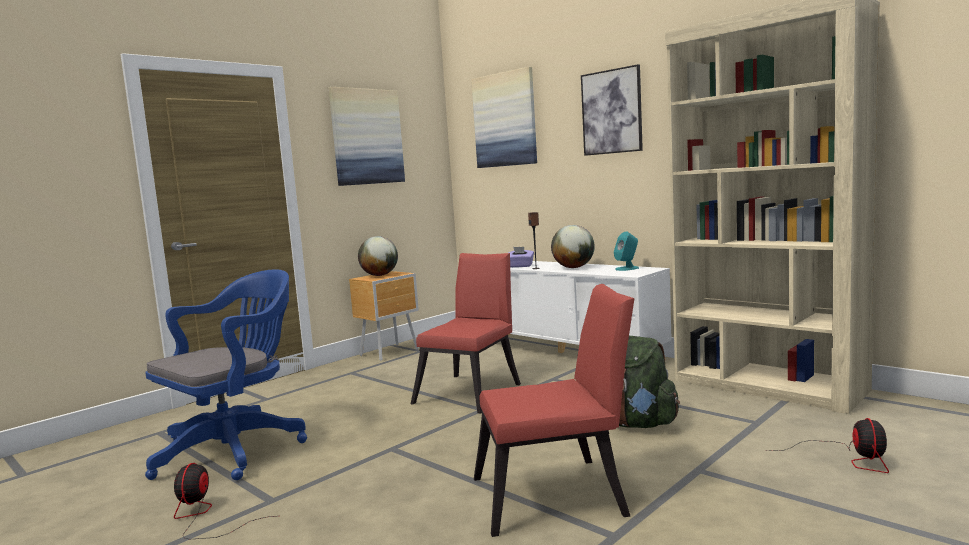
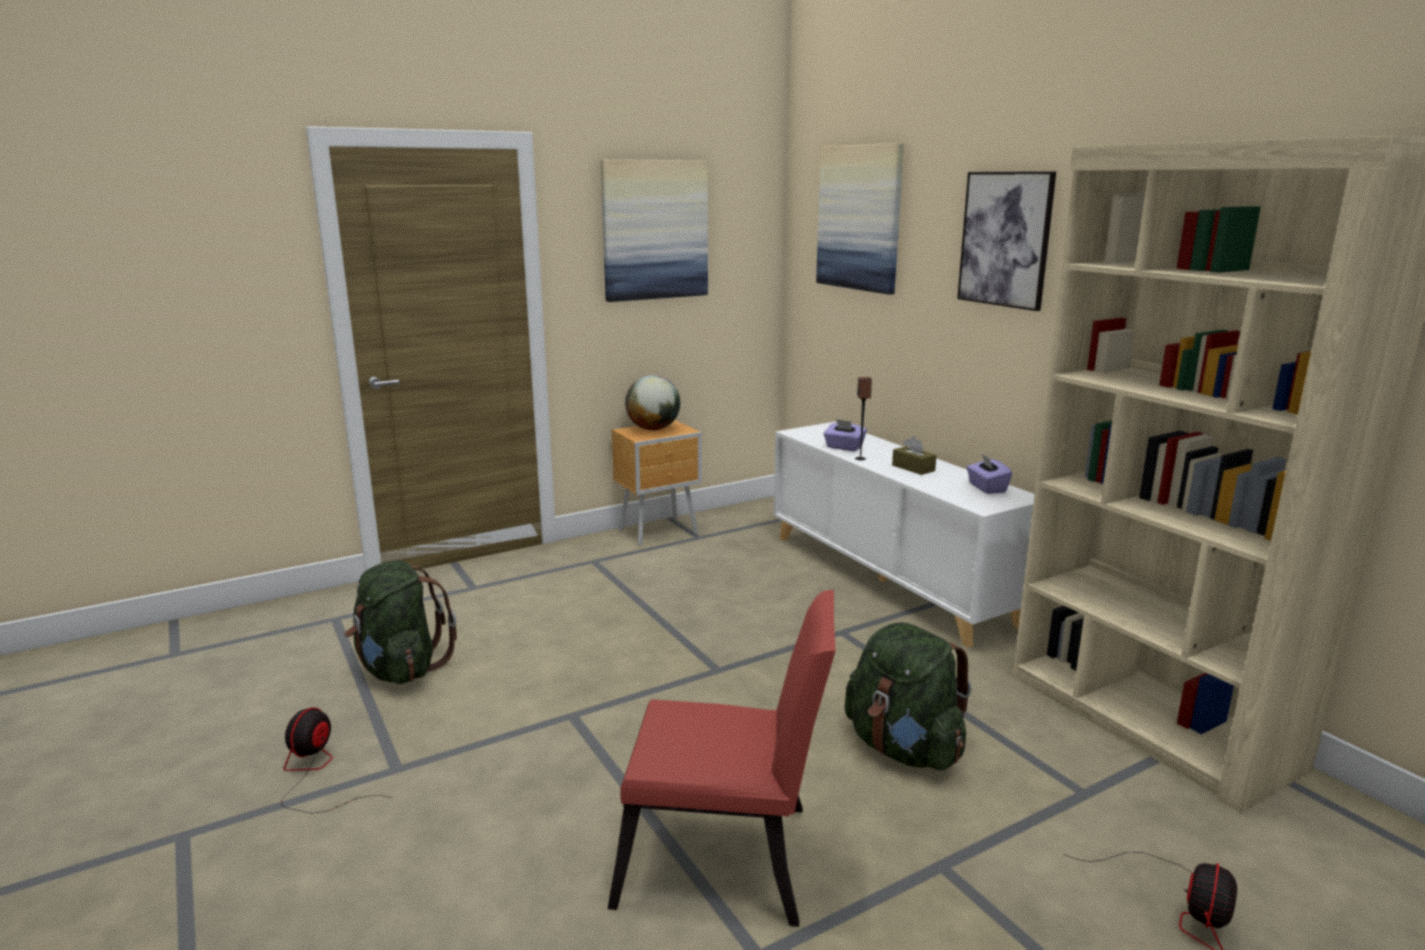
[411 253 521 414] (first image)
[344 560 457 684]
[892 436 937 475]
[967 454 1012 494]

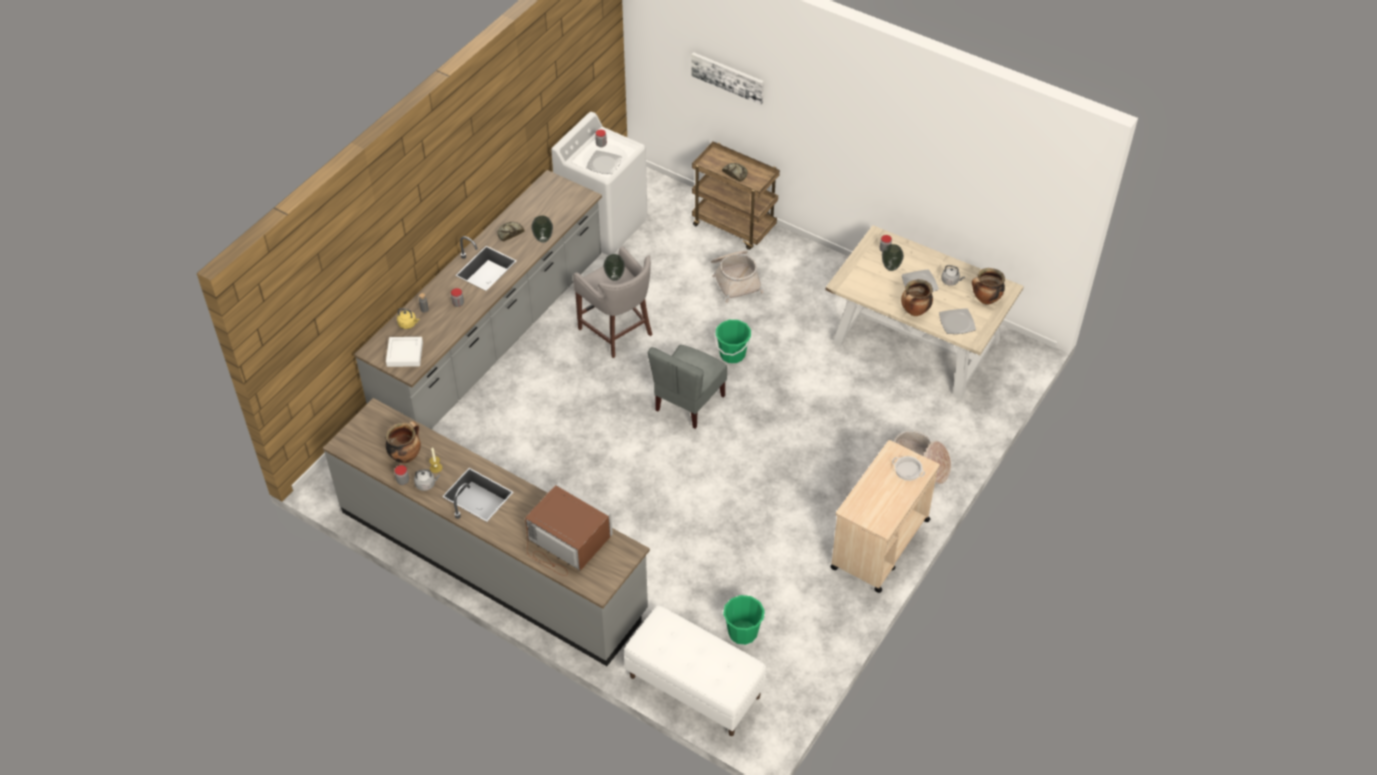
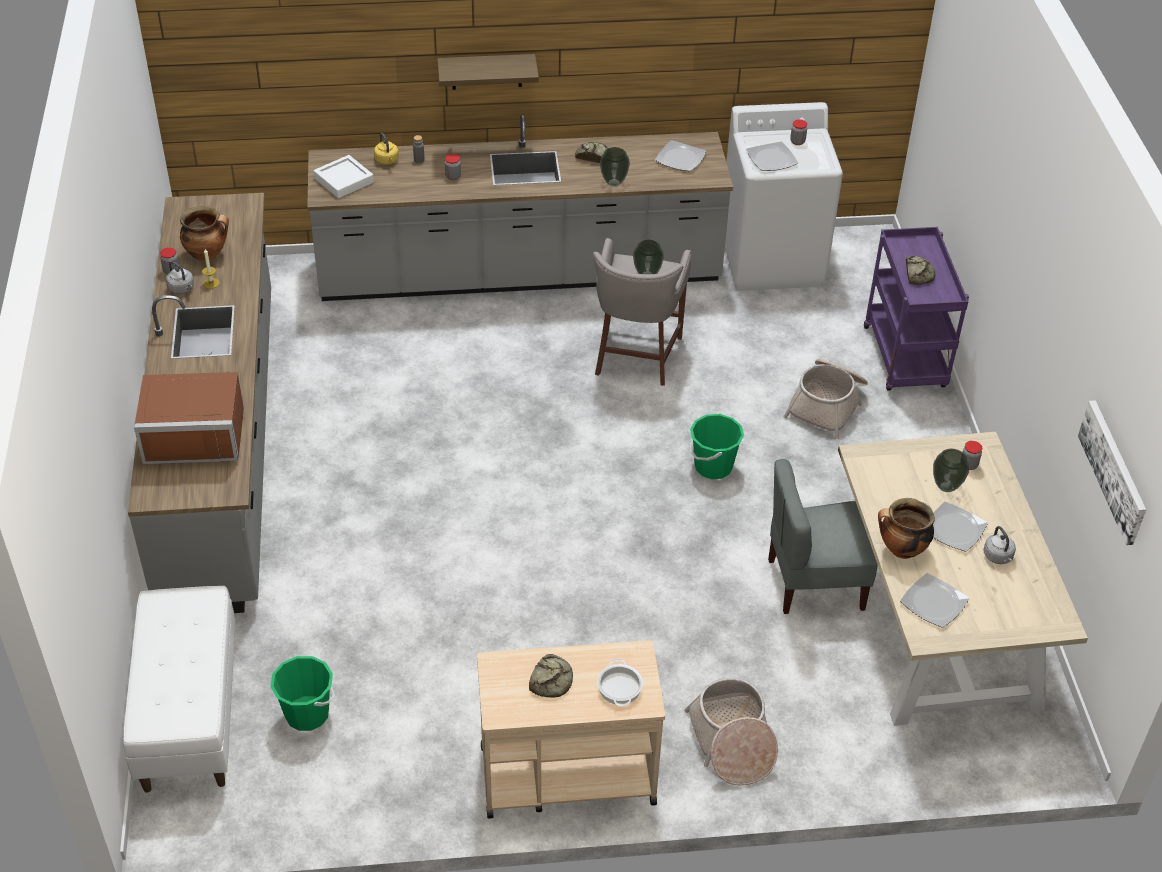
[972 268 1005 305] (first image)
[437 54 539 90]
[529 654 573 697]
[655 140 706 171]
[768 459 878 614]
[1078 400 1146 545]
[864 227 969 391]
[134 372 244 464]

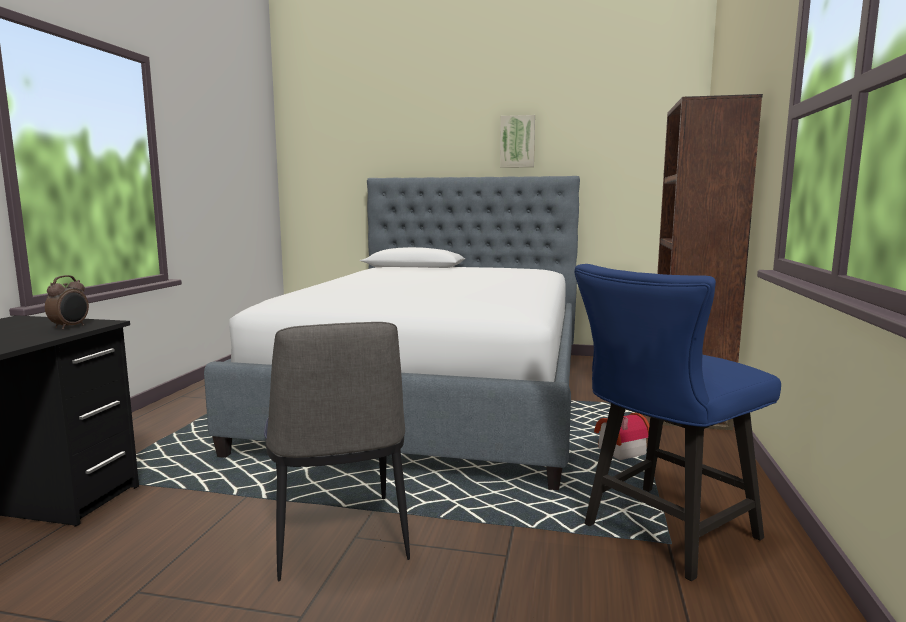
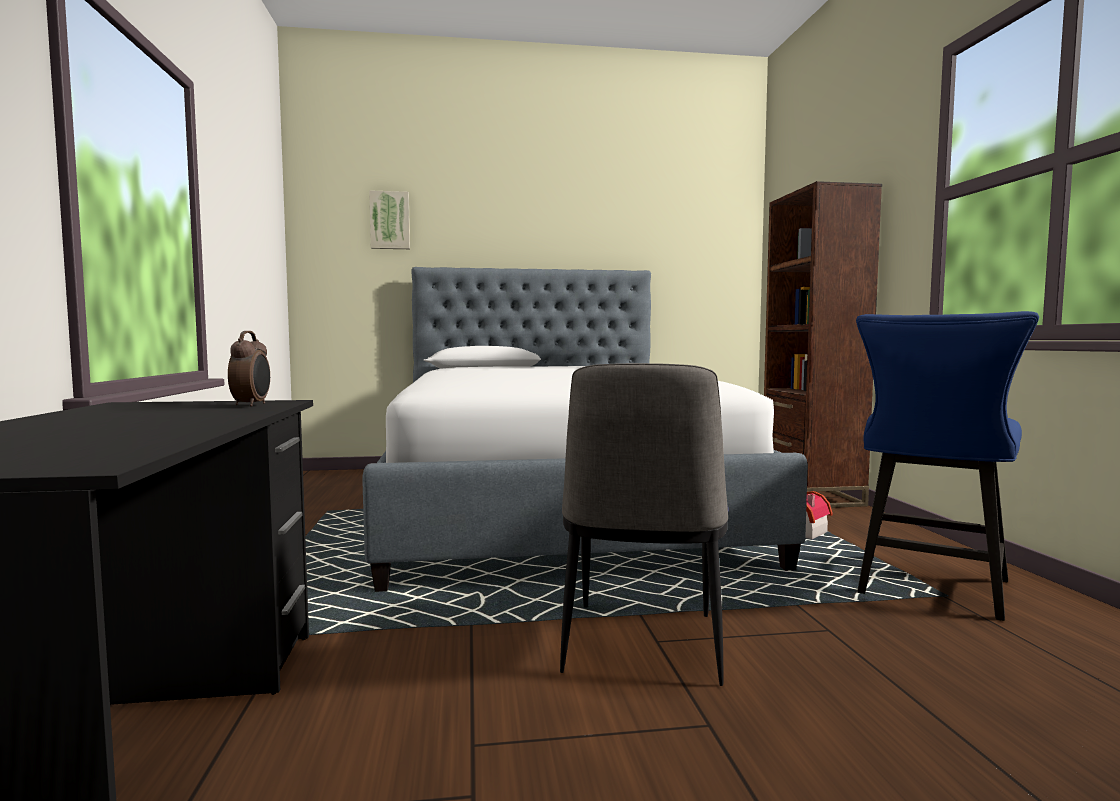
[369 190 410 249]
[560 363 729 686]

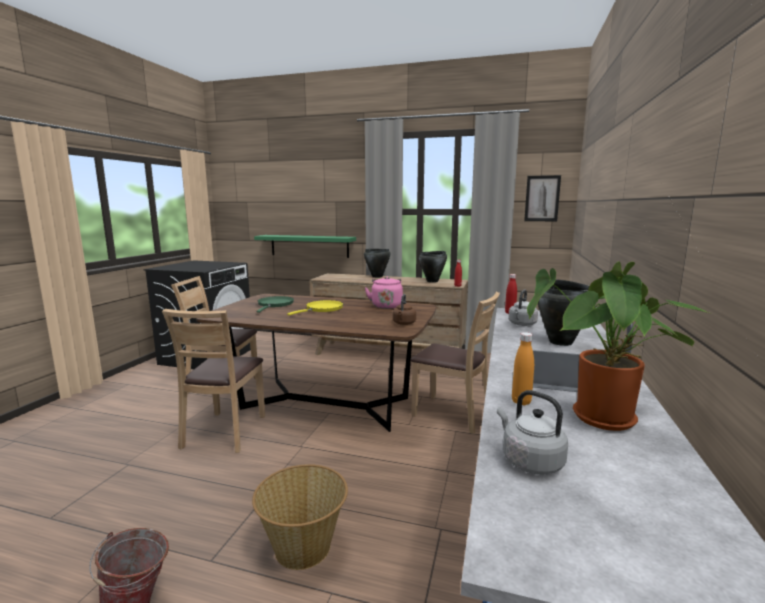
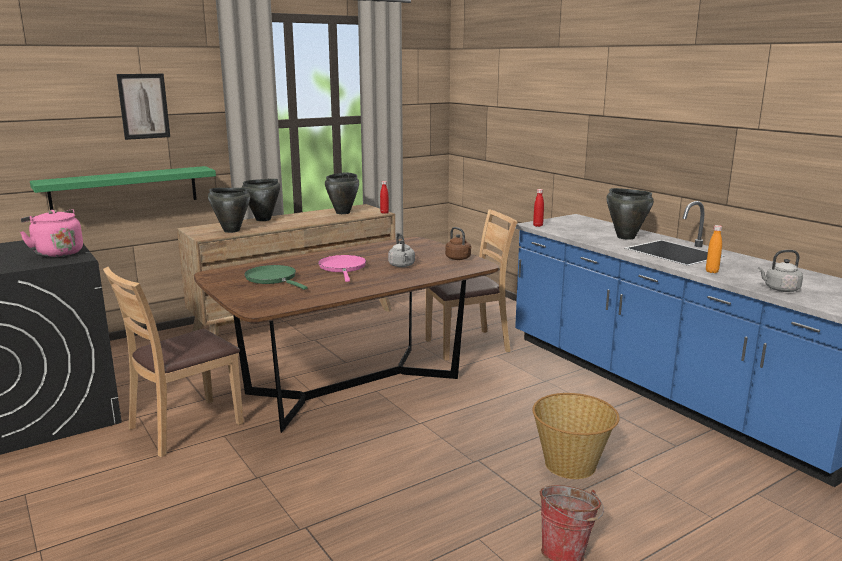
[162 309 265 453] (first image)
[527 261 709 431] (first image)
[208 188 250 233]
[20 209 83 257]
[388 233 415 267]
[117 74 170 140]
[318 255 366 282]

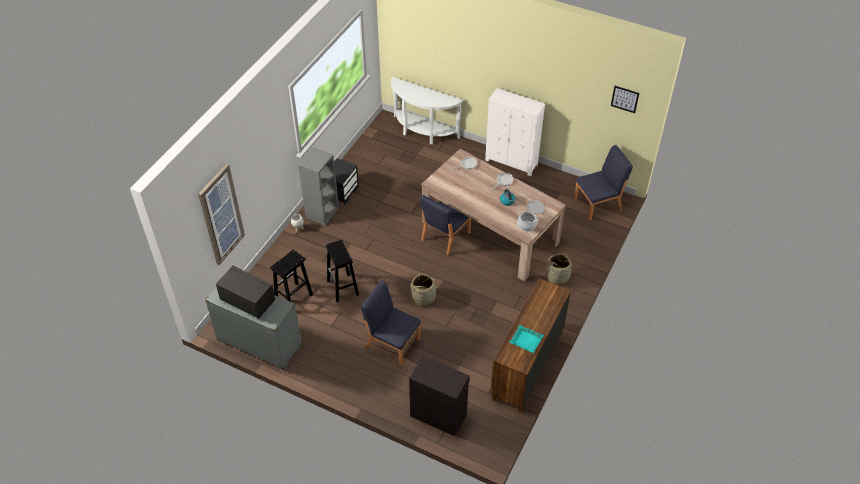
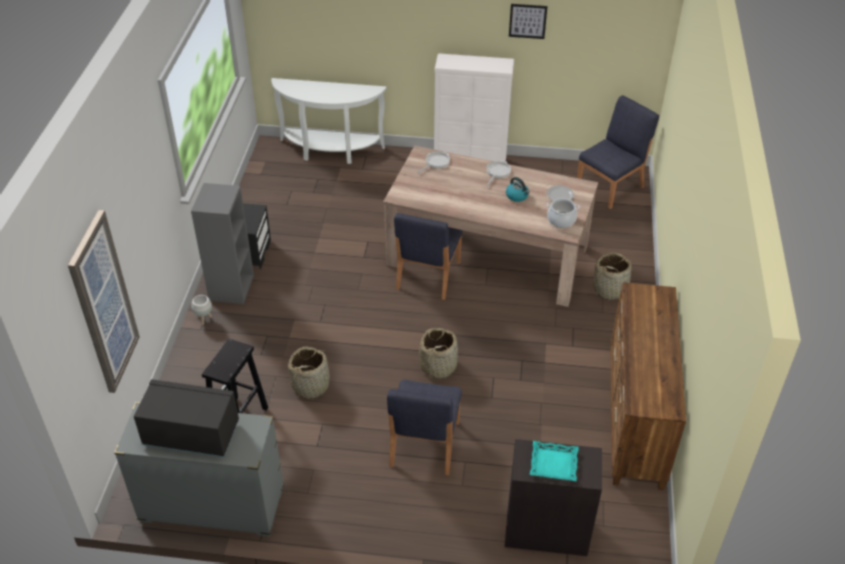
[530 441 579 481]
[509 4 548 39]
[288 347 330 399]
[387 380 462 475]

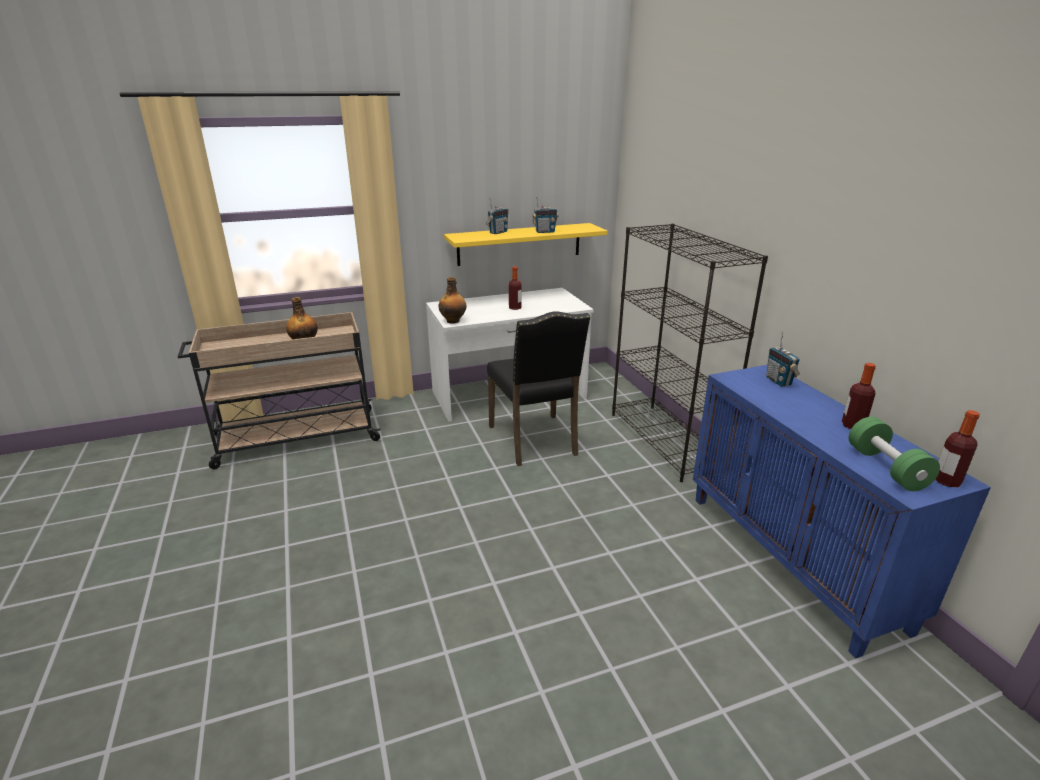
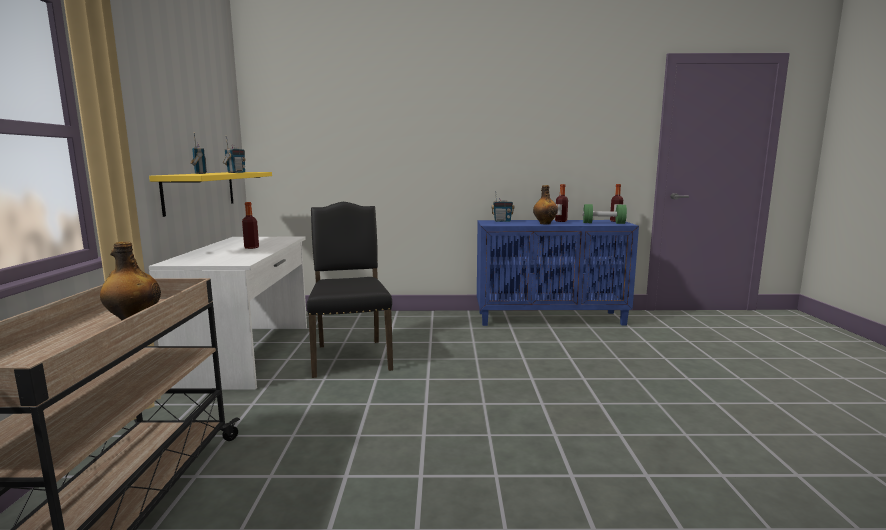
[612 223 768 482] (first image)
[533 185 558 225]
[307 202 393 378]

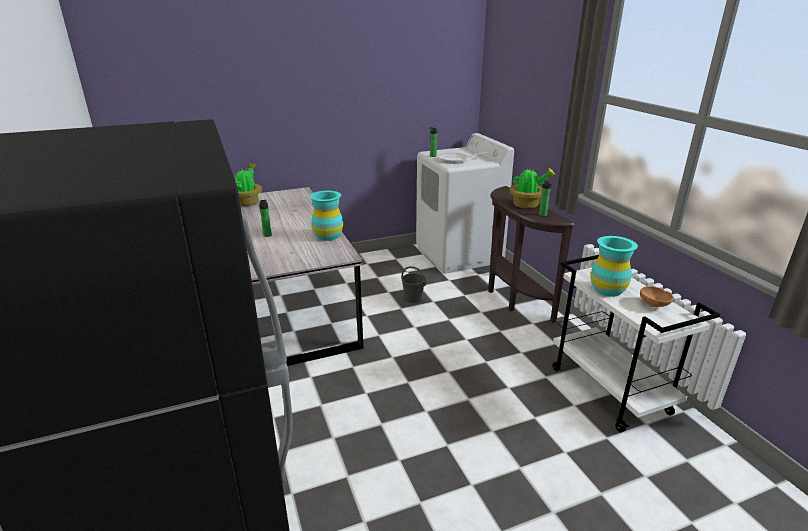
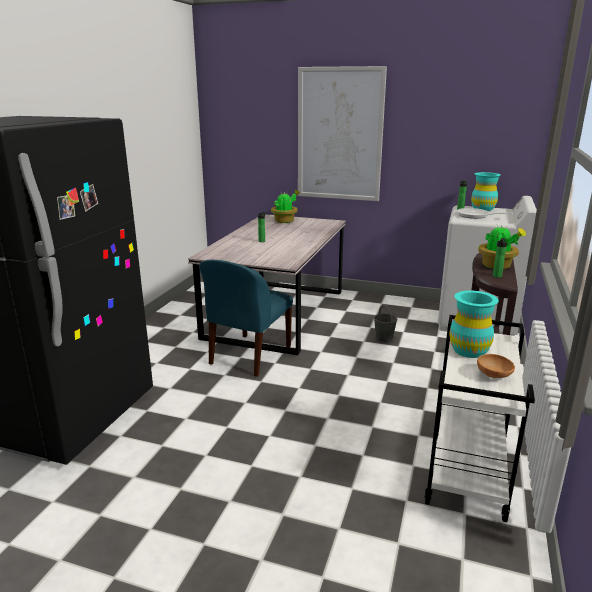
[199 260 293 377]
[298 66 387 201]
[471 172 501 211]

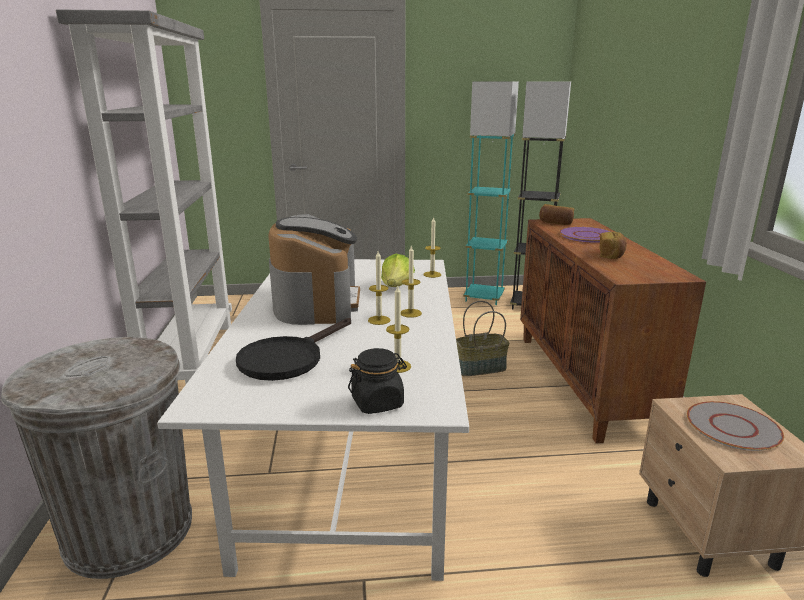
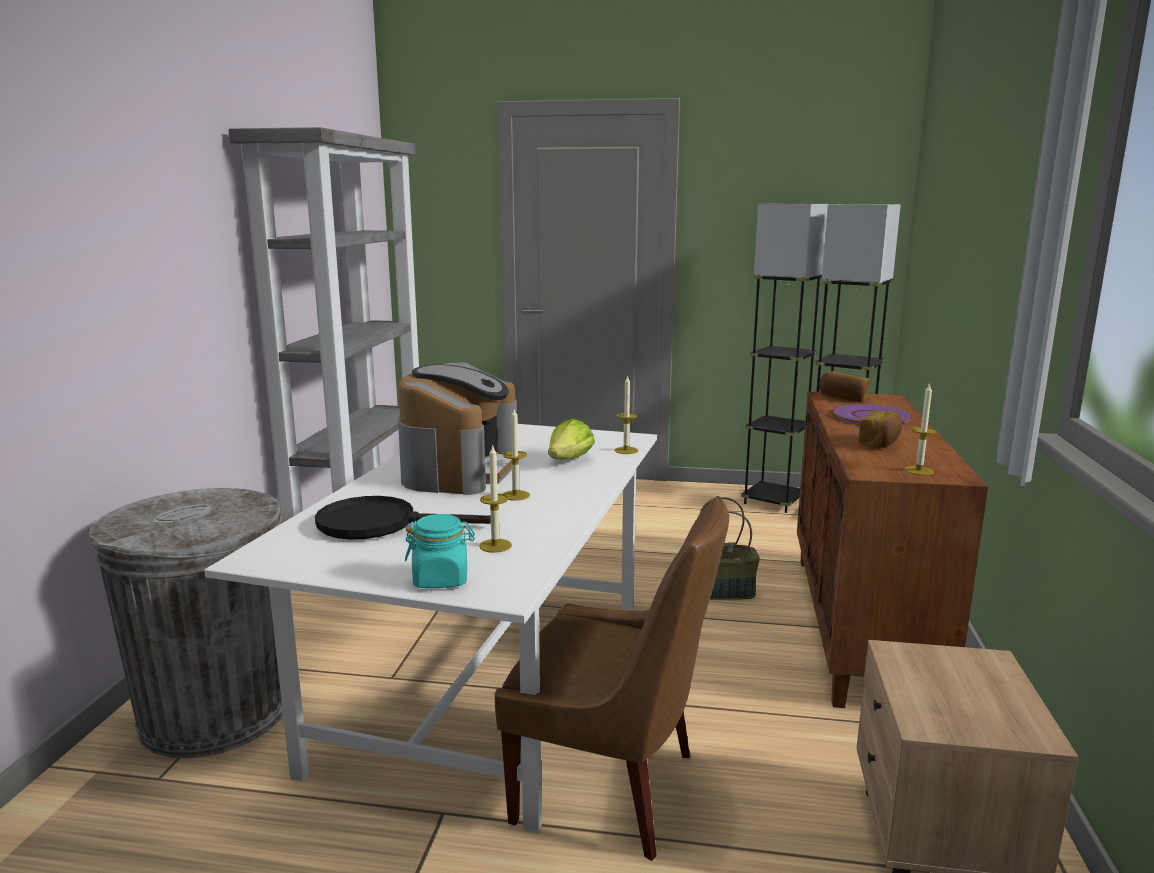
[687 401 784 451] (first image)
[495 496 729 861]
[904 383 937 475]
[405 514 475 588]
[741 204 828 513]
[315 496 491 540]

